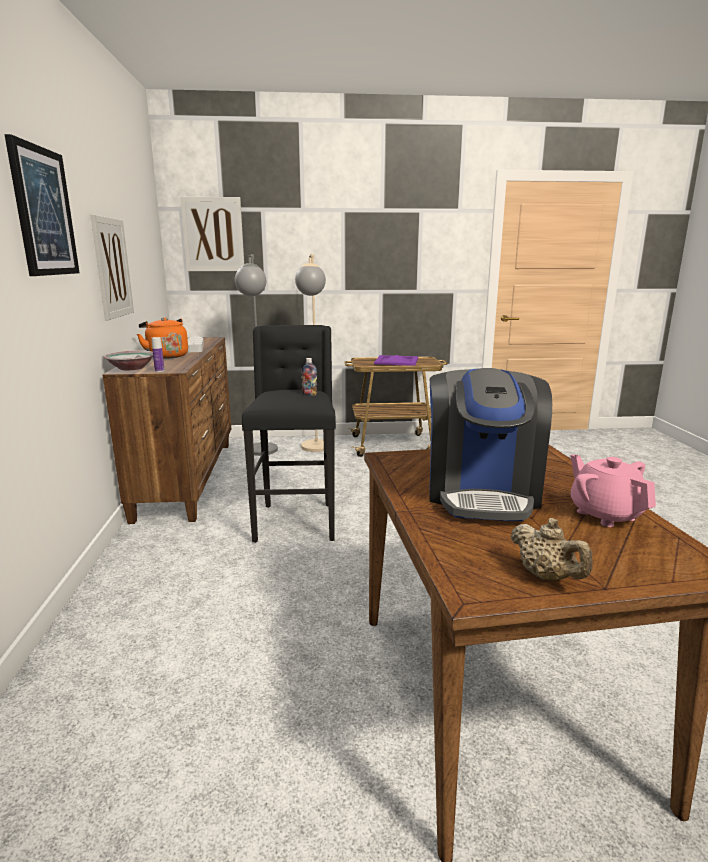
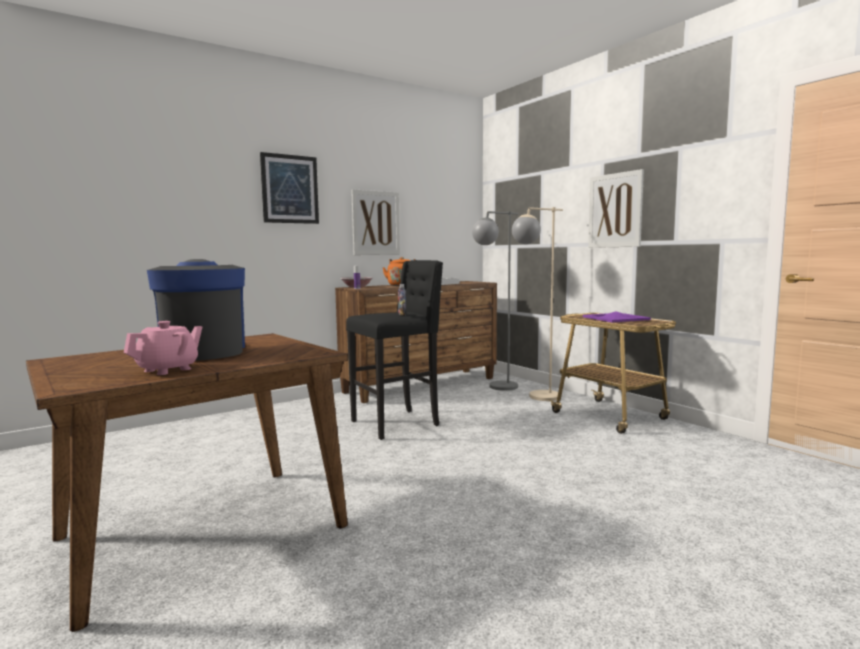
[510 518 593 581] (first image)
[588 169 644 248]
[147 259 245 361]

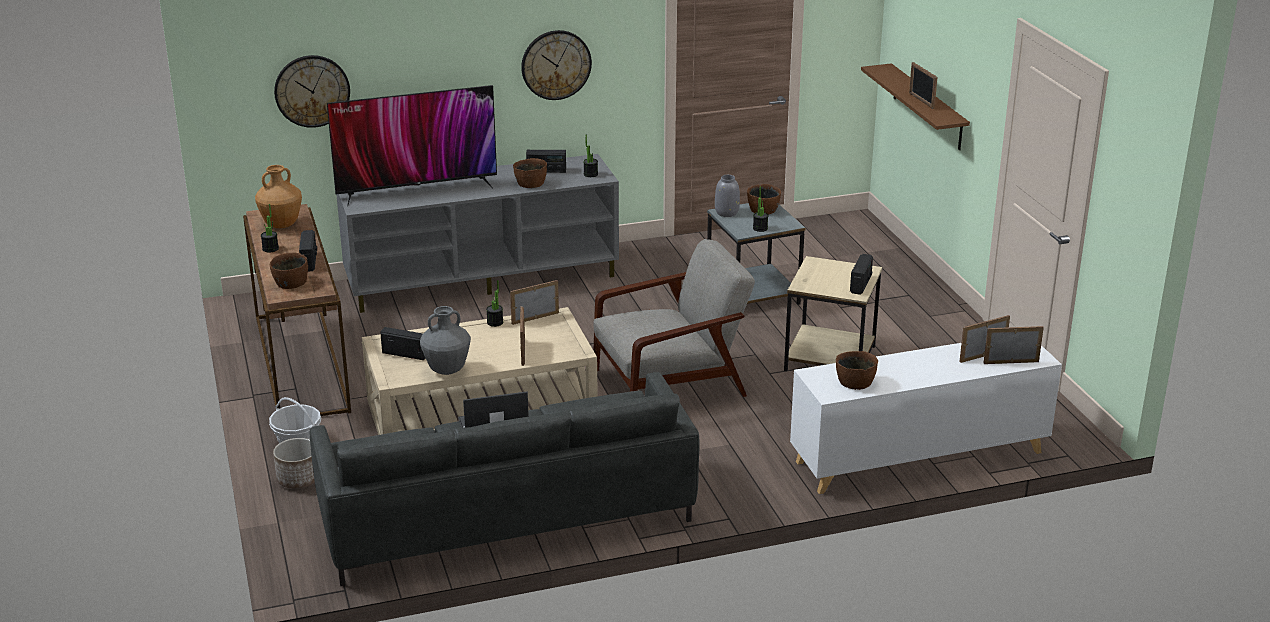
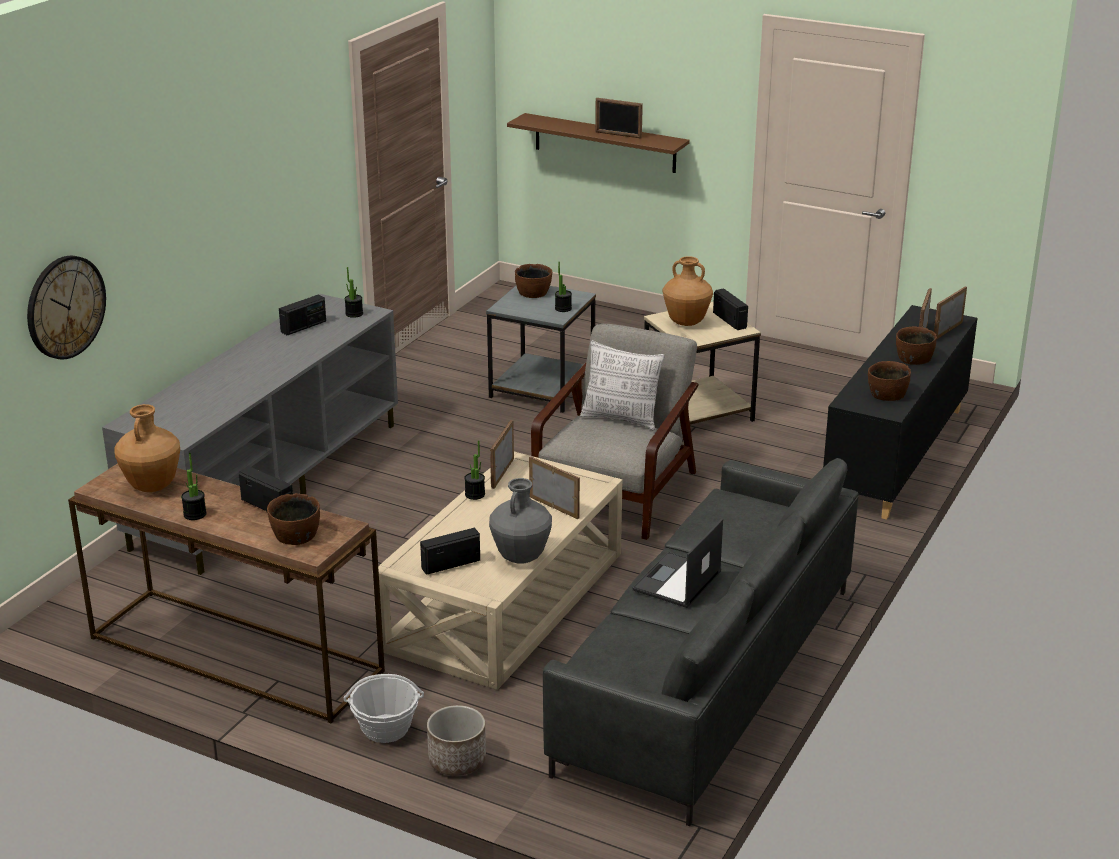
[327 85 497 206] (first image)
[521 30 592 100] (first image)
[715 175 740 217] (first image)
[580 340 665 431]
[663 256 713 326]
[896 327 937 365]
[823 305 978 520]

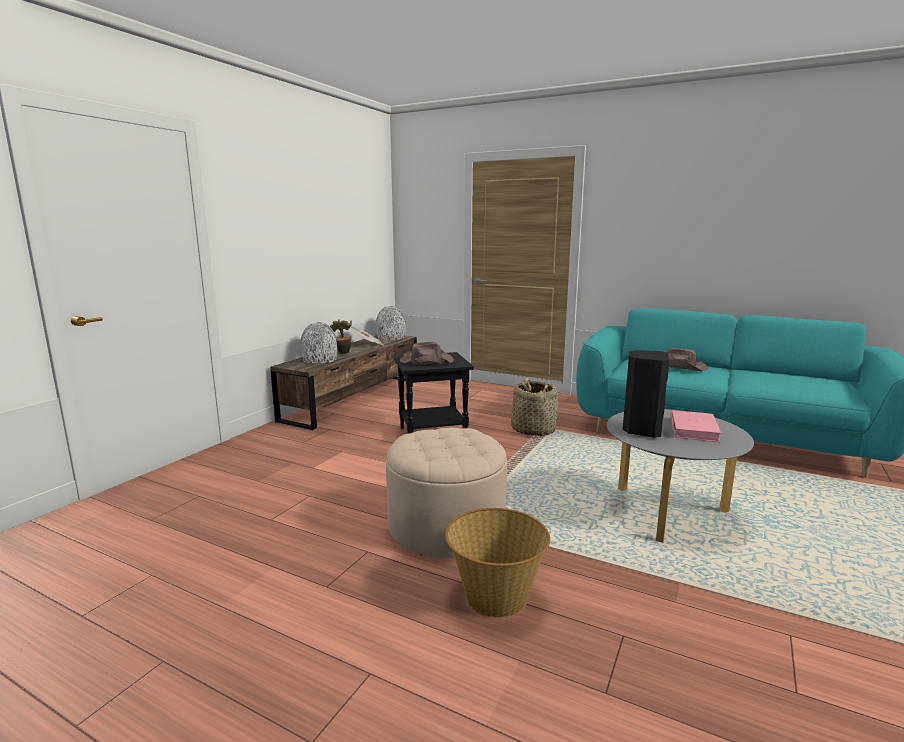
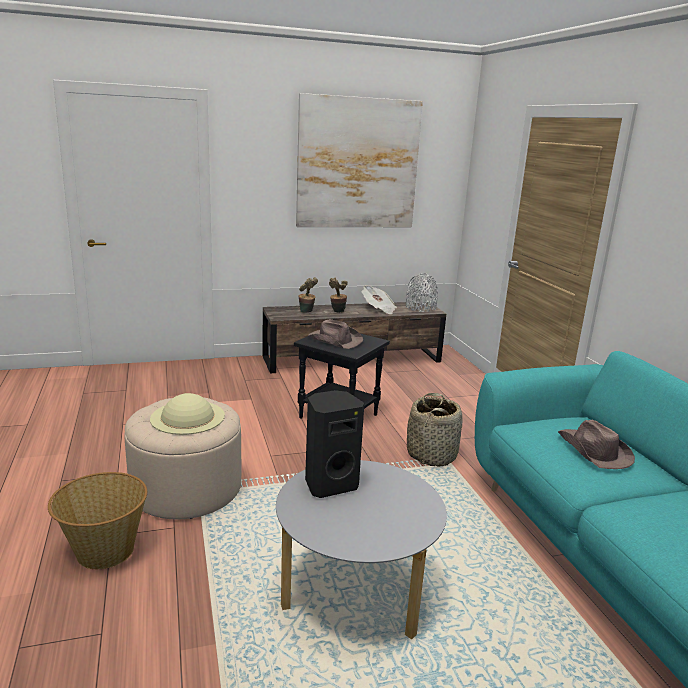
[670 410 721 442] (first image)
[150 393 225 435]
[296 93 423 227]
[299 277 318 313]

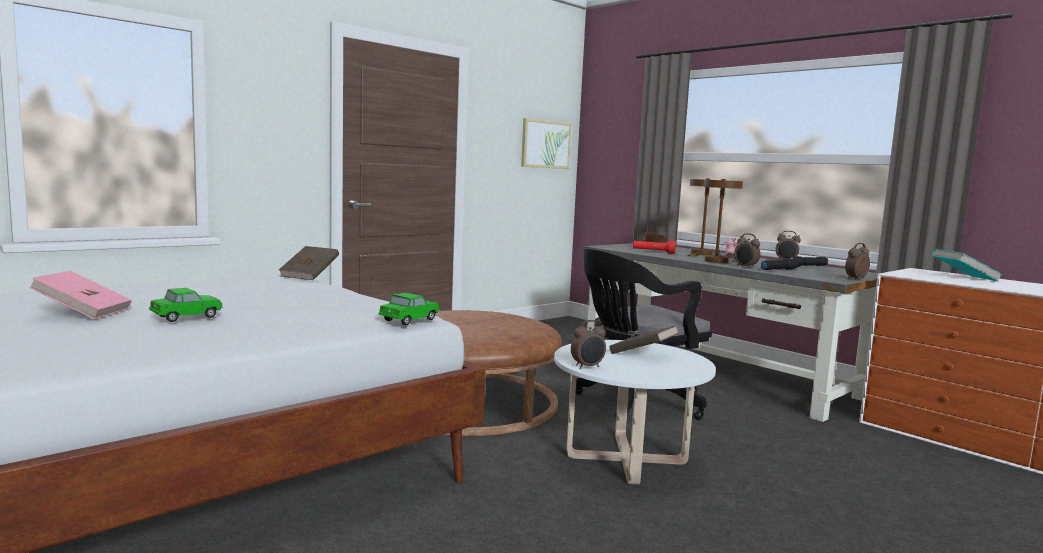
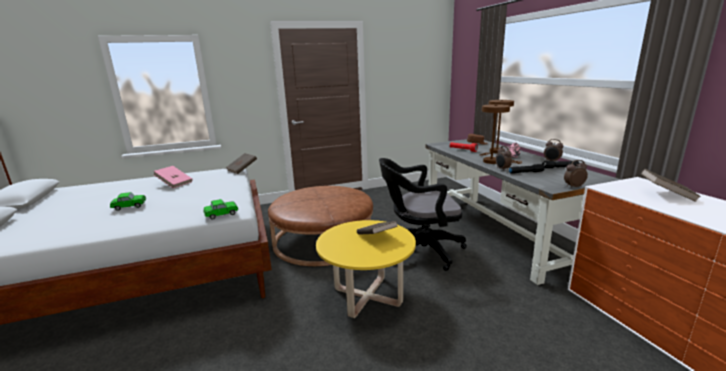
[521 118 572 169] (first image)
[571 320 606 369] (first image)
[153 166 193 188]
[316 220 416 318]
[641 169 701 202]

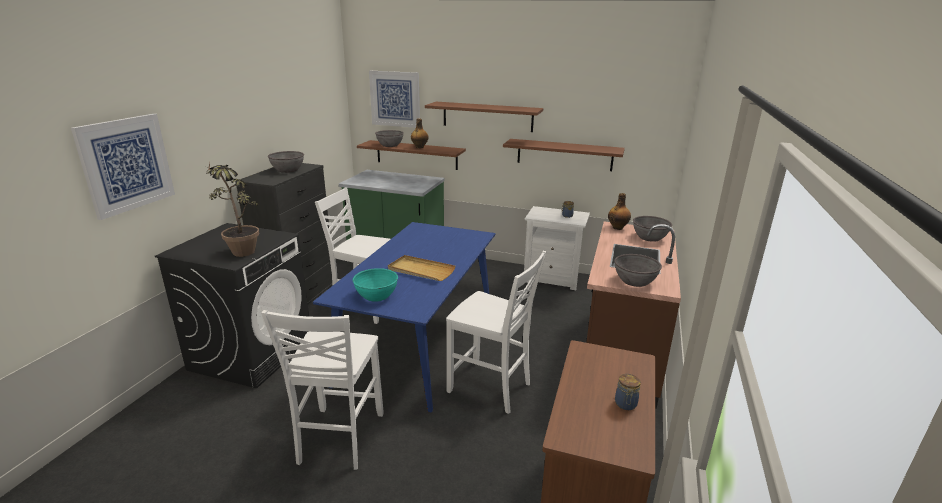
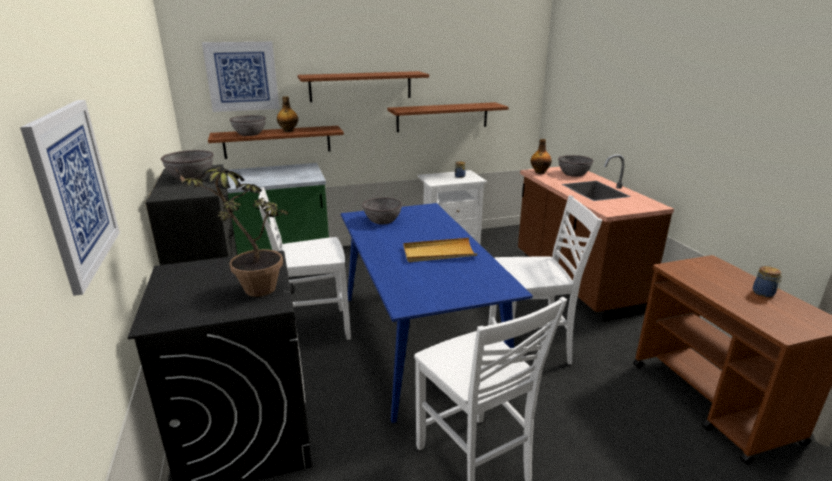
[353 268 398 302] (first image)
[362 197 402 224]

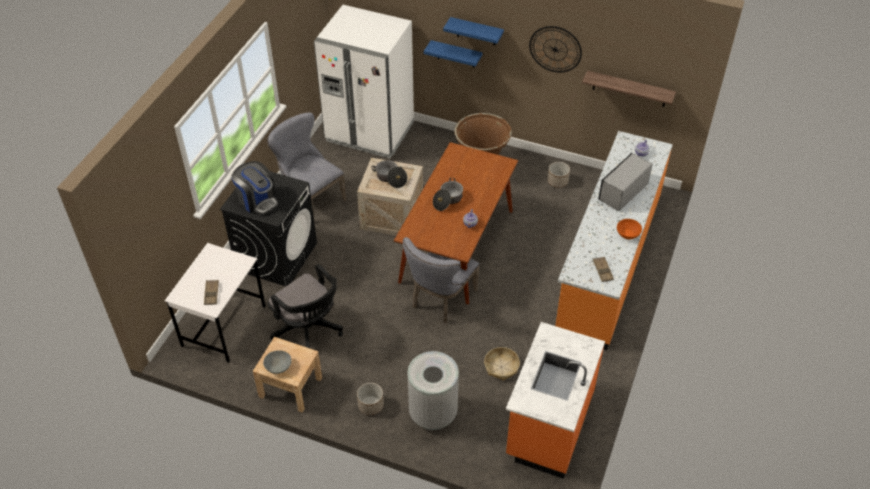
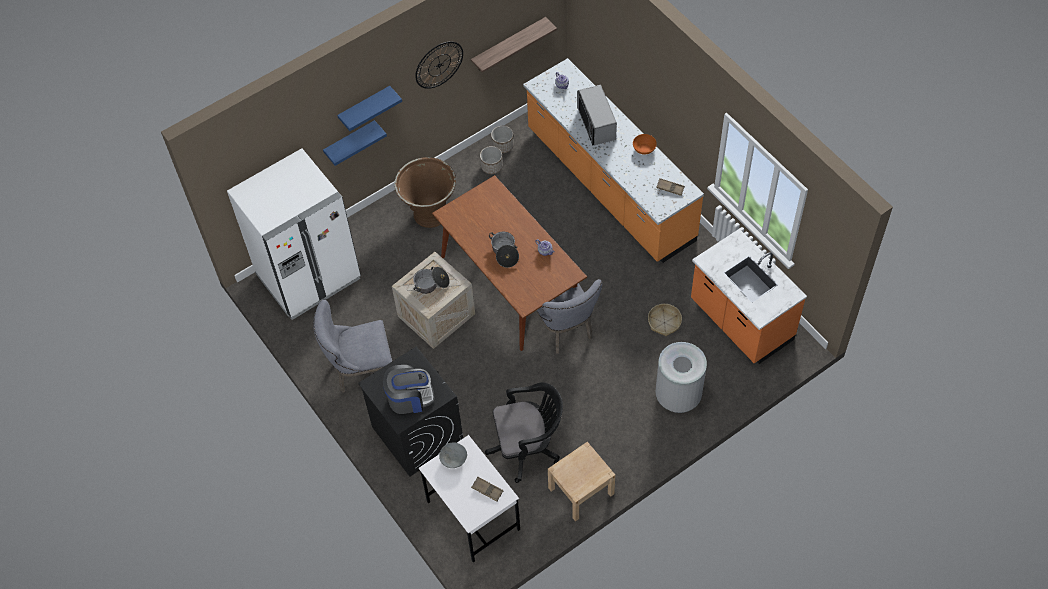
[439 442 467 468]
[491 126 514 153]

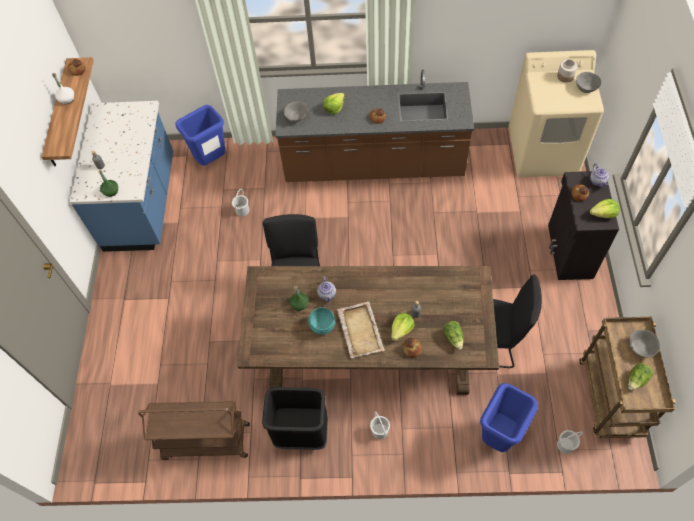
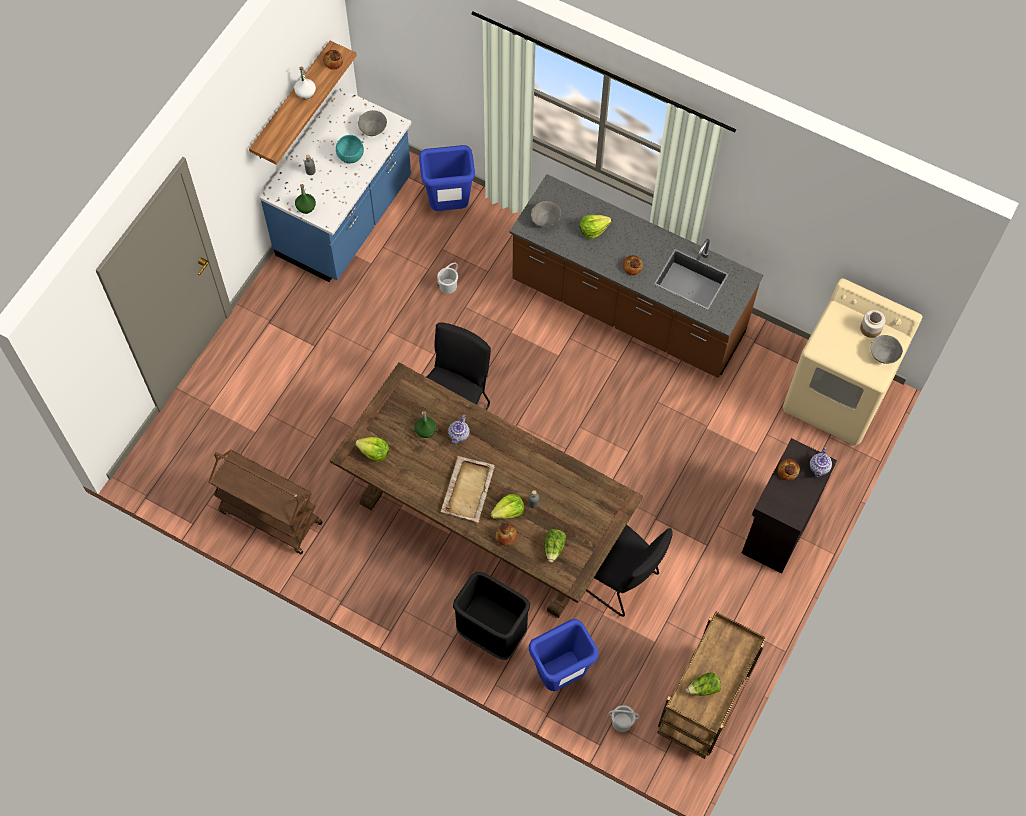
[370 411 390 439] (first image)
[453 572 530 660]
[336 135 364 163]
[355 437 389 462]
[358 110 387 136]

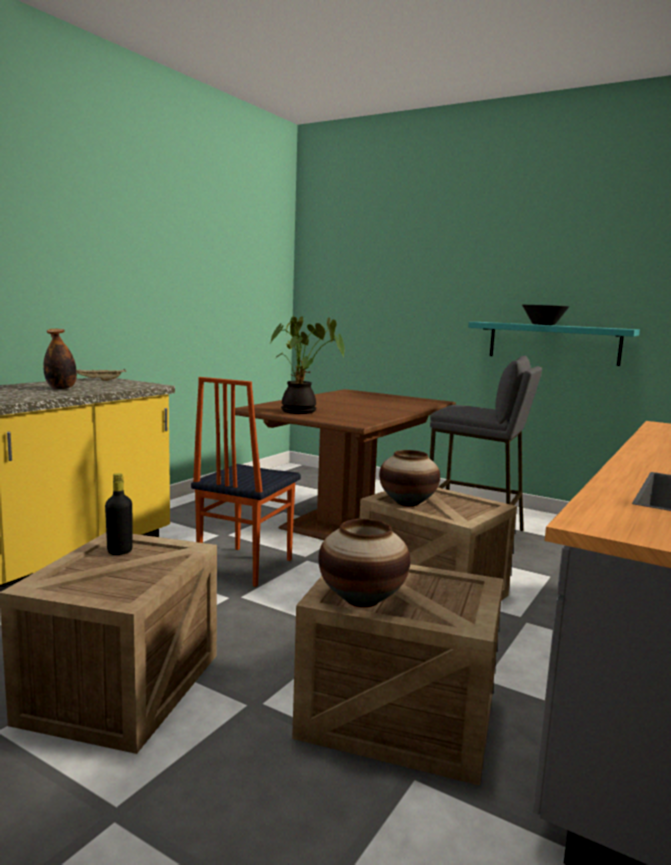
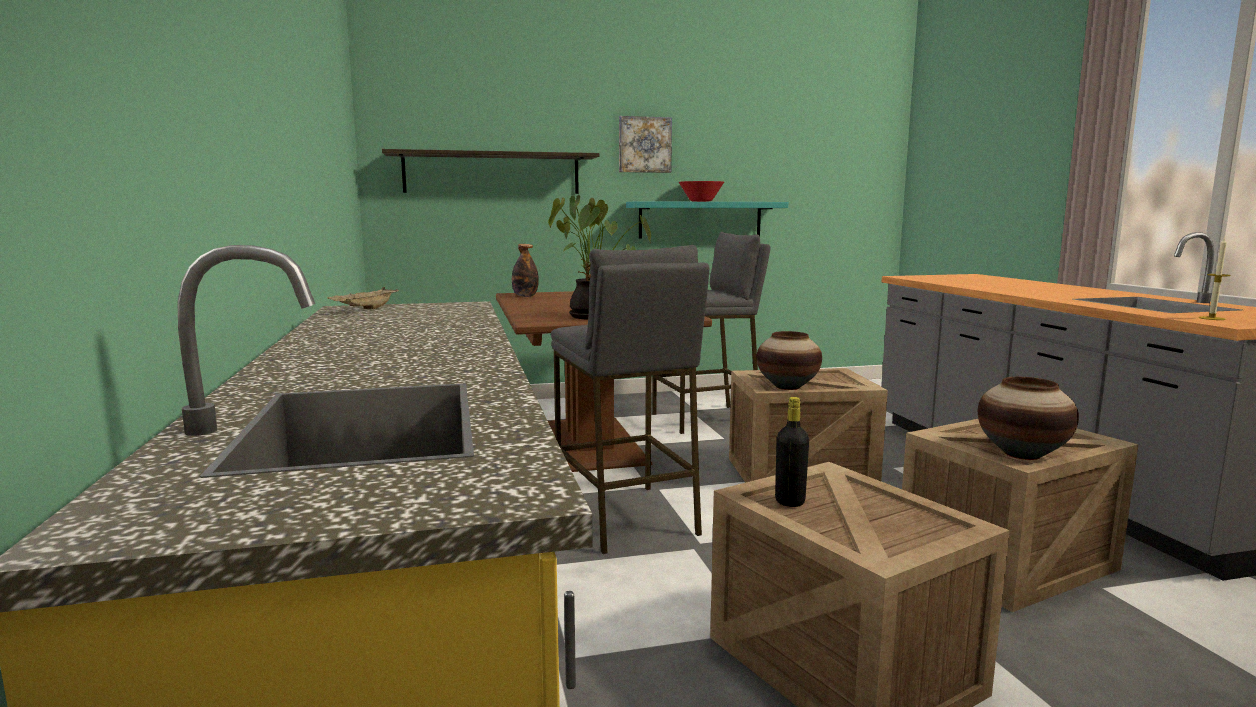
[382 149 599 194]
[619 116 672 173]
[1198 237 1231 320]
[512 244 539 297]
[551 245 709 554]
[679 181 724 202]

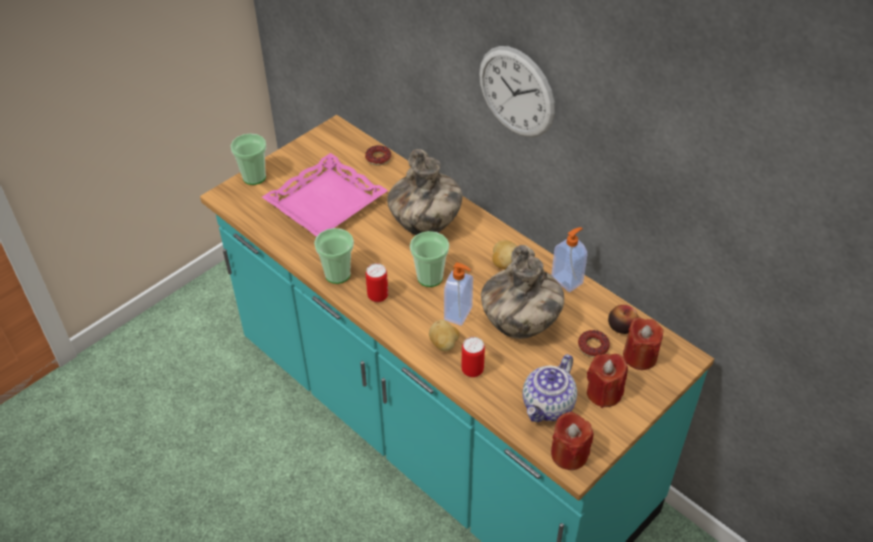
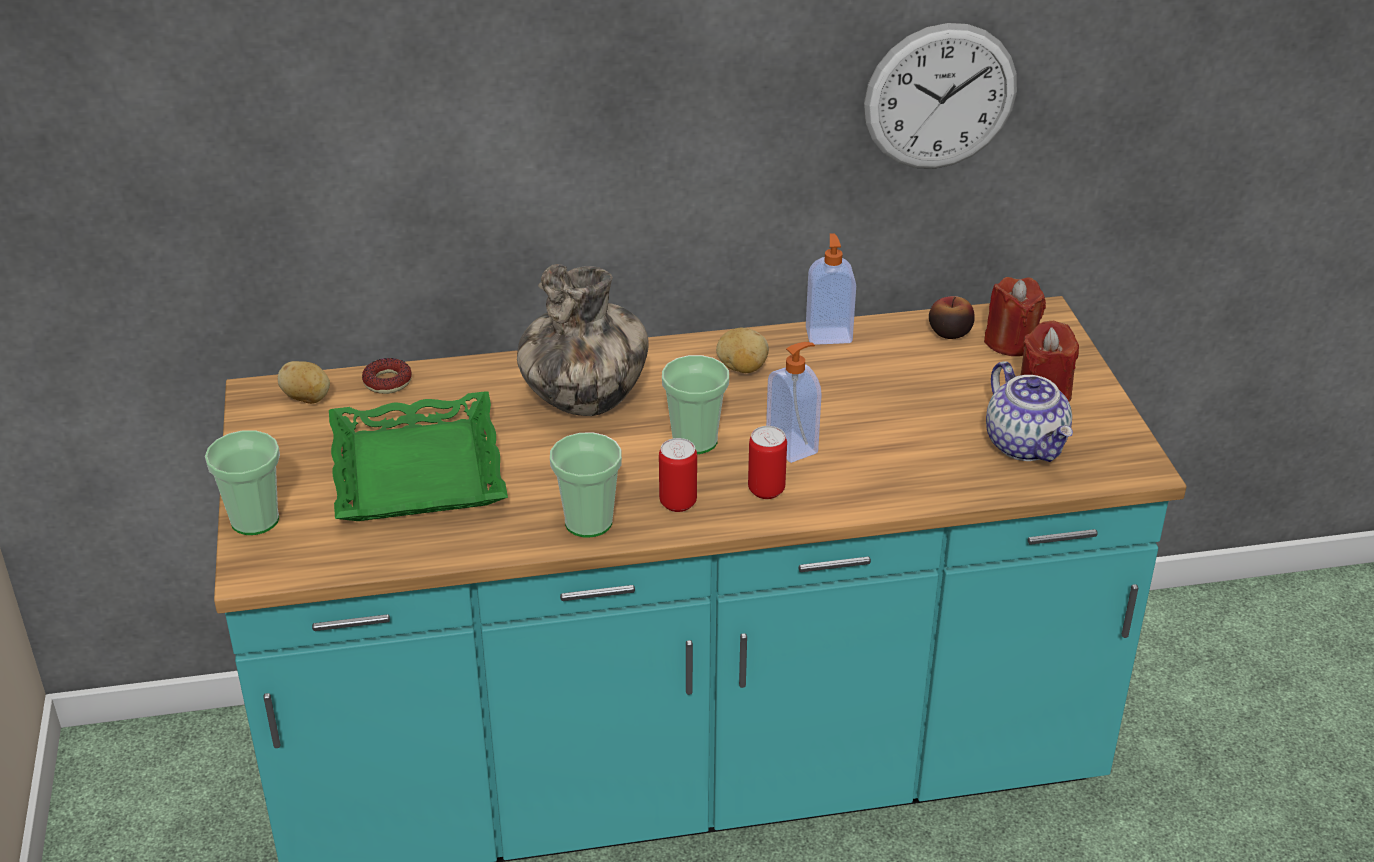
[481 245 564 339] (first image)
[551 412 593 470] (first image)
[578 330 610 357] (first image)
[278 361 330 404]
[748 426 787 499]
[864 23 1017 169]
[329 392 508 521]

